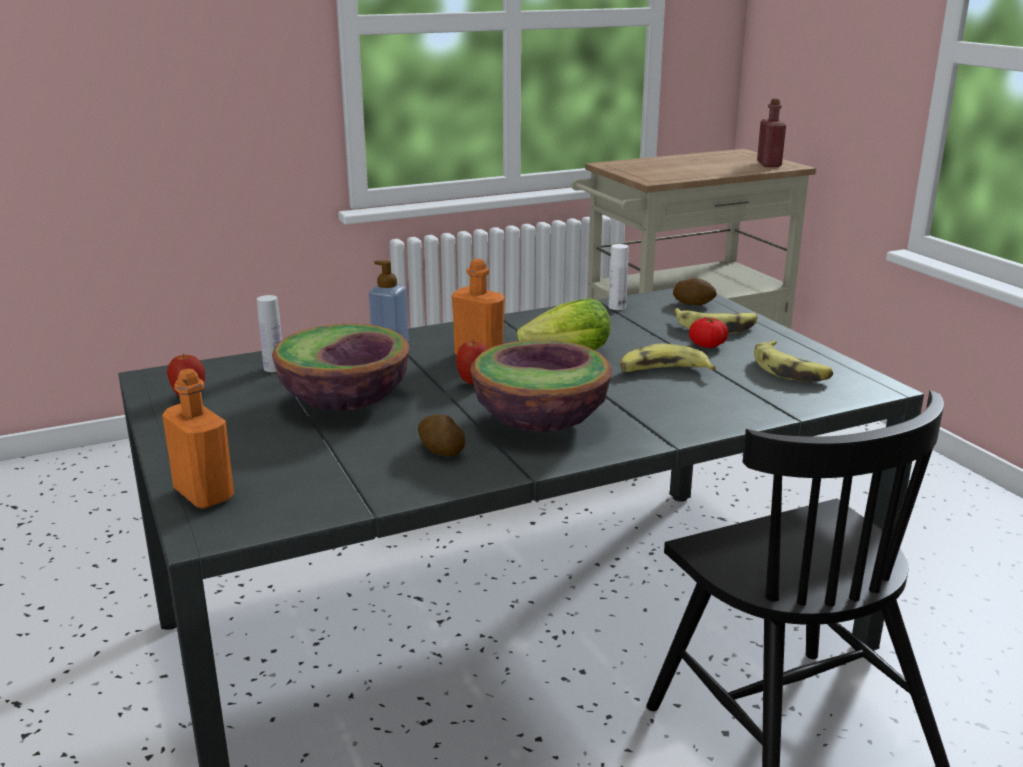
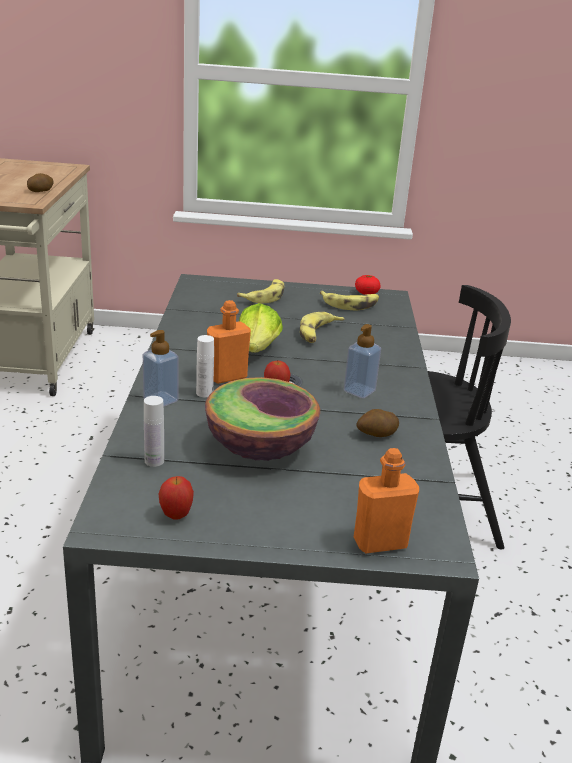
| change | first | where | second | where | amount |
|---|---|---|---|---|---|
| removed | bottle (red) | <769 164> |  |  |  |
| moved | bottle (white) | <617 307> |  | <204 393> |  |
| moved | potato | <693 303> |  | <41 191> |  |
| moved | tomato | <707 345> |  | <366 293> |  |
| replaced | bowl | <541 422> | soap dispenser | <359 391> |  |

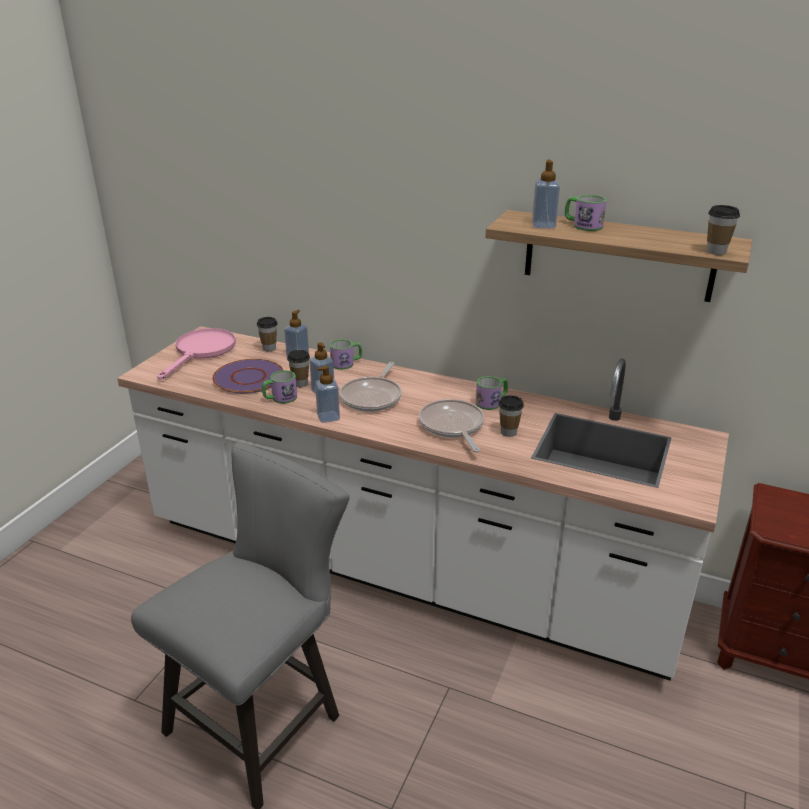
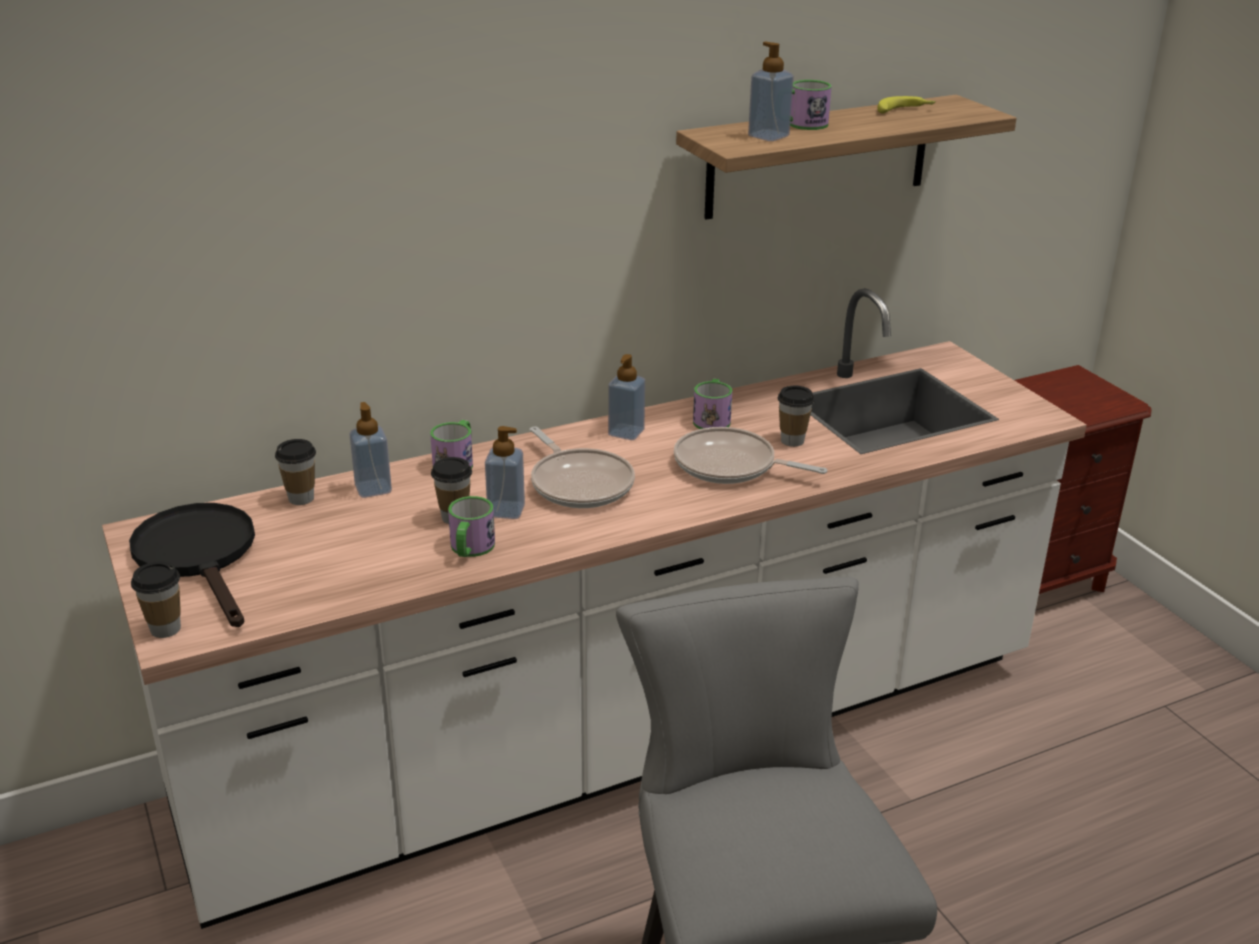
| change | first | where | second | where | amount |
|---|---|---|---|---|---|
| removed | plate (purple) | <249 377> |  |  |  |
| added |  |  | banana | <905 111> |  |
| moved | soap dispenser | <328 417> |  | <626 432> |  |
| moved | cup | <716 251> |  | <165 629> |  |
| recoloured | frying pan (pink) | <201 351> | frying pan (black) | <200 557> |  |

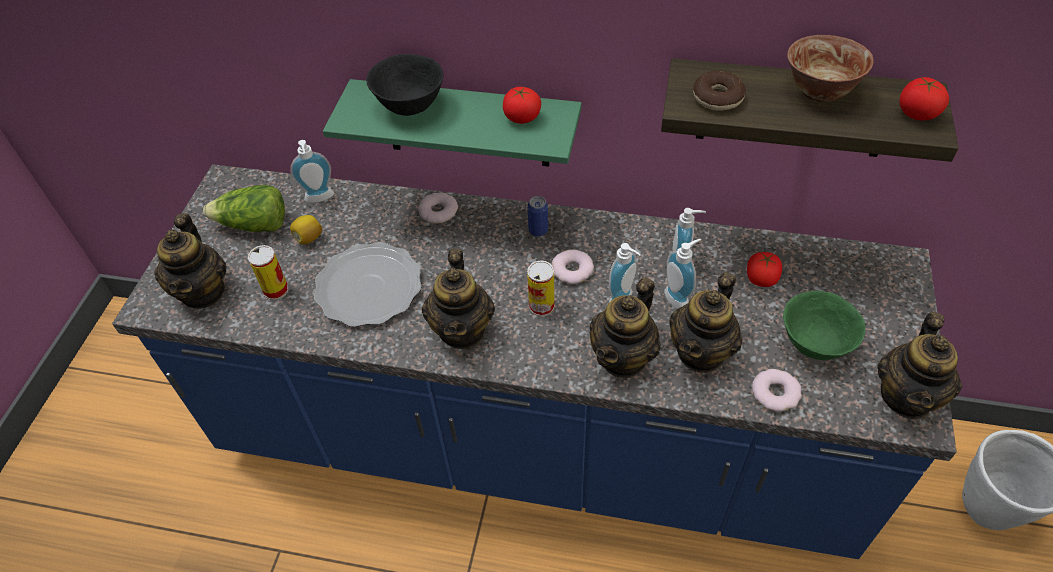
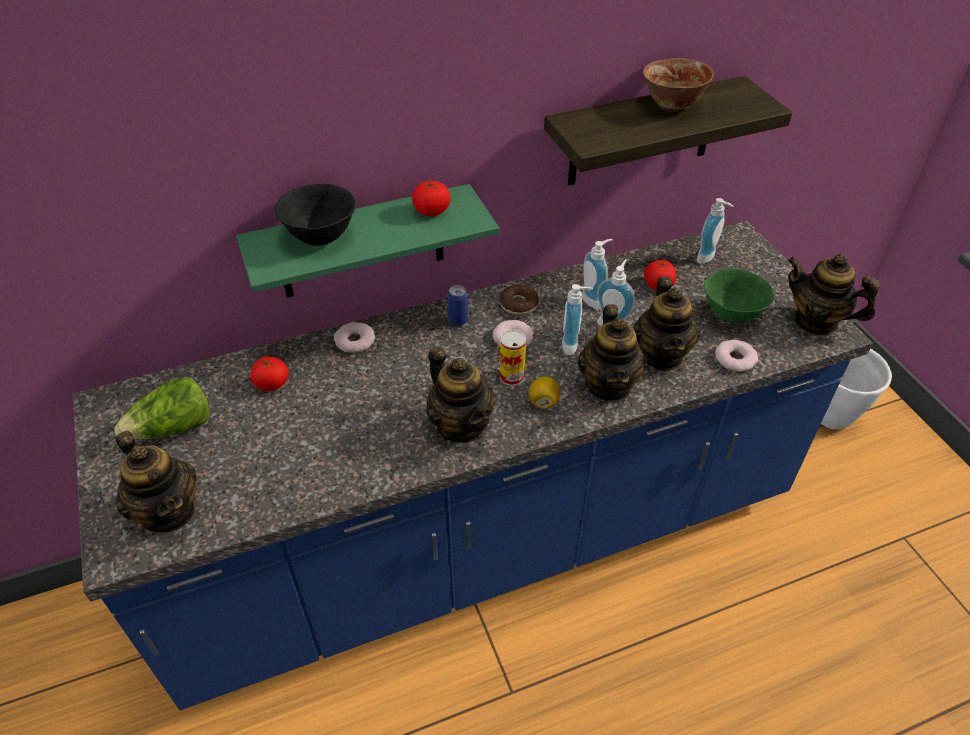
| change | first | where | second | where | amount |
|---|---|---|---|---|---|
| removed | can | <276 290> |  |  |  |
| removed | plate | <370 287> |  |  |  |
| moved | soap dispenser | <320 199> |  | <708 258> |  |
| moved | lemon | <309 238> |  | <543 402> |  |
| moved | donut | <717 98> |  | <519 305> |  |
| moved | tomato | <917 114> |  | <272 384> |  |
| turned | teapot | <907 396> |  | <816 321> | 135 degrees clockwise |

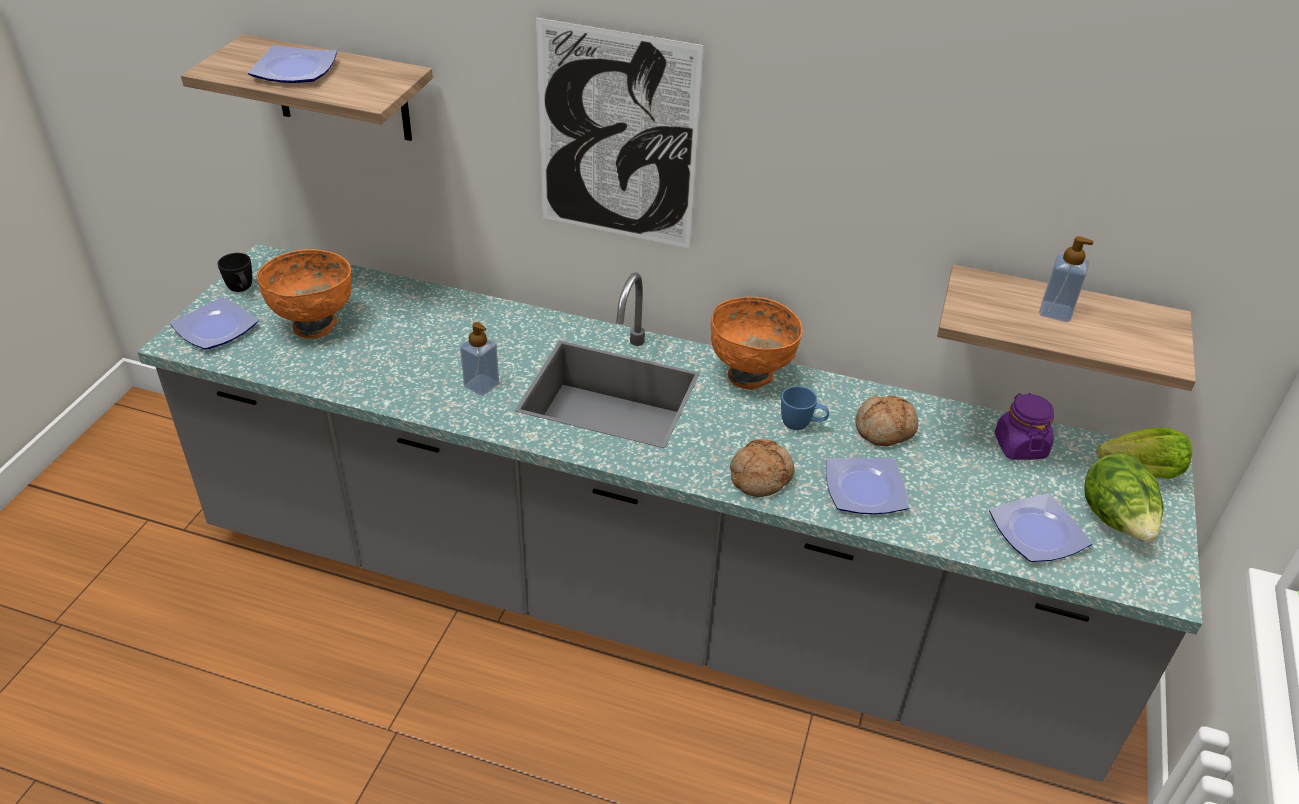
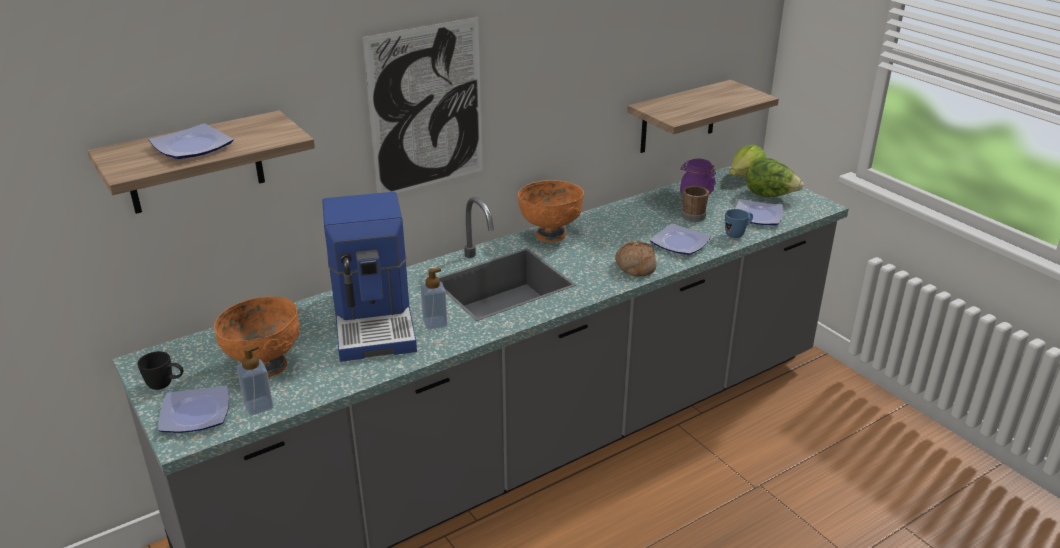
| change | first | where | second | where | amount |
|---|---|---|---|---|---|
| removed | bread | <885 430> |  |  |  |
| added |  |  | coffee machine | <375 319> |  |
| added |  |  | mug (brown) | <695 215> |  |
| moved | mug (blue) | <801 425> |  | <737 234> |  |
| moved | soap dispenser | <1055 312> |  | <258 406> |  |

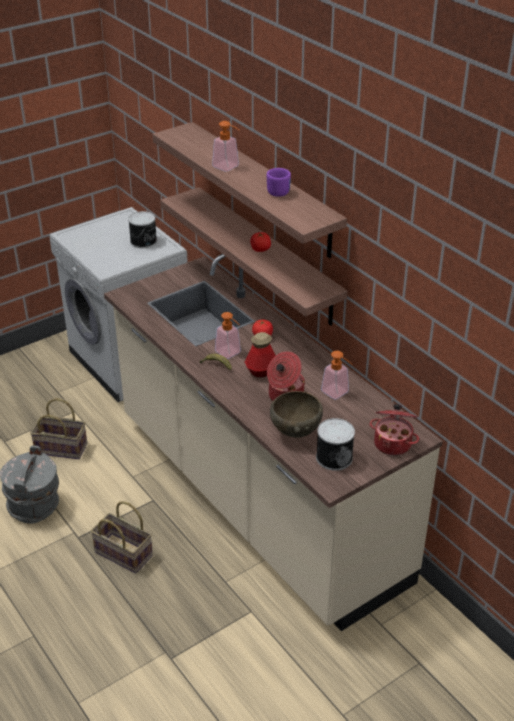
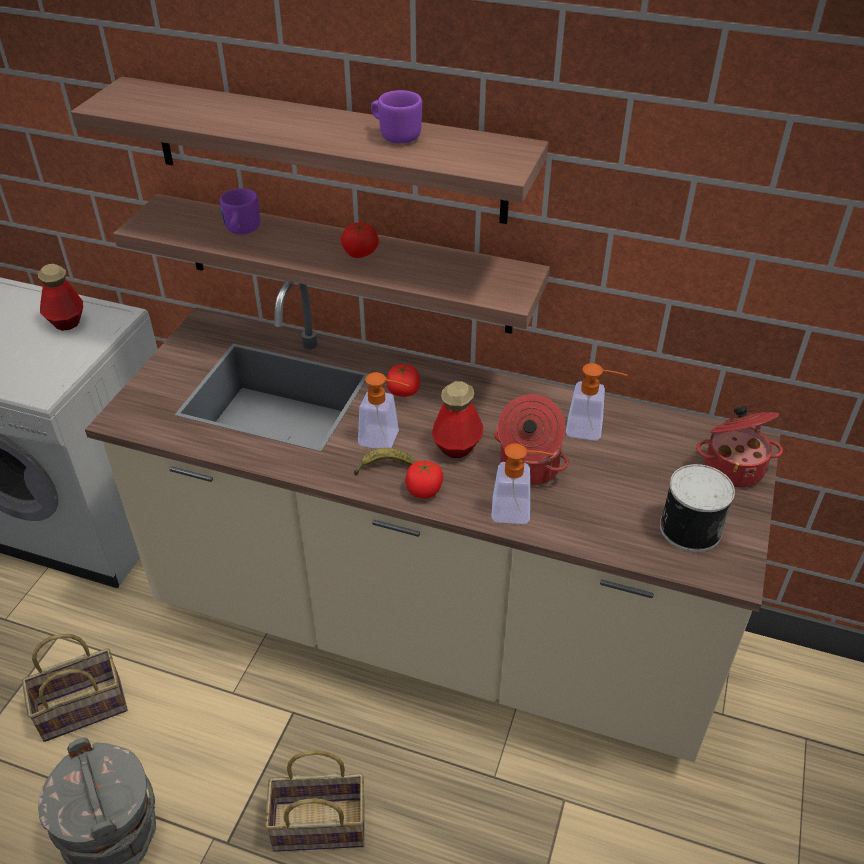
| change | first | where | second | where | amount |
|---|---|---|---|---|---|
| removed | bowl (brown) | <295 432> |  |  |  |
| added |  |  | mug (purple) | <241 231> |  |
| added |  |  | tomato | <424 490> |  |
| moved | soap dispenser | <229 168> |  | <519 511> |  |
| replaced | can | <144 241> | bottle | <66 322> |  |

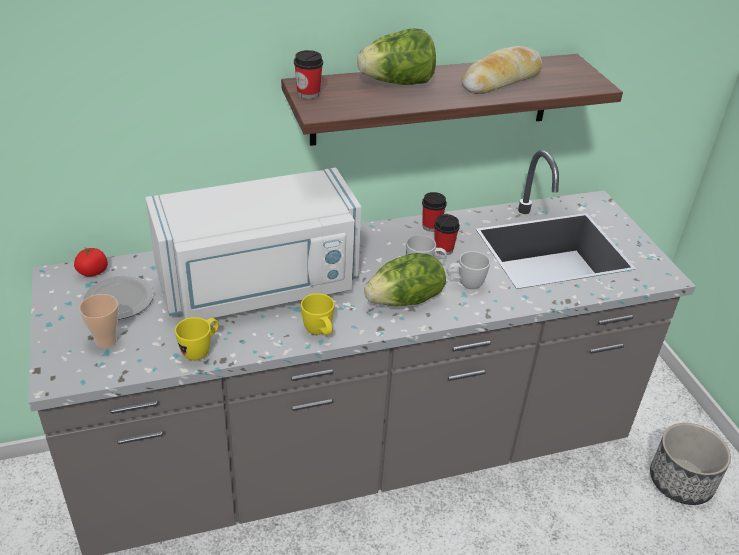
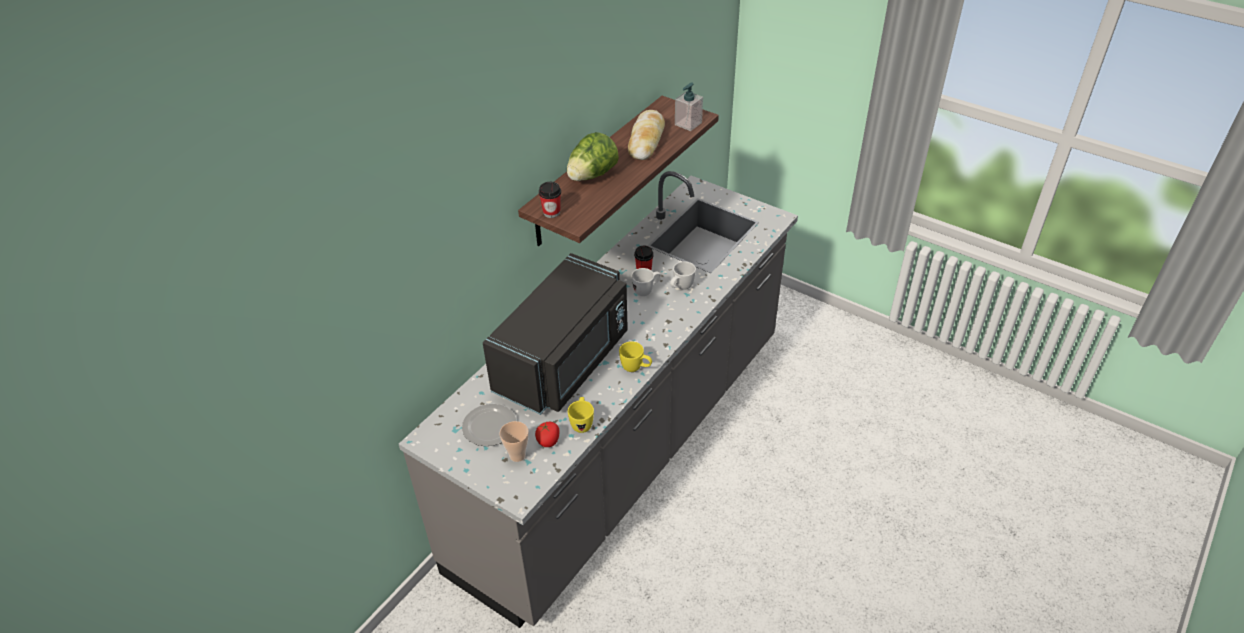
| change | first | where | second | where | amount |
|---|---|---|---|---|---|
| removed | lettuce | <406 300> |  |  |  |
| removed | cup | <431 226> |  |  |  |
| removed | planter | <681 481> |  |  |  |
| added |  |  | soap dispenser | <688 124> |  |
| moved | tomato | <93 272> |  | <548 441> |  |
| recoloured | microwave (white) | <260 286> | microwave (black) | <565 362> |  |

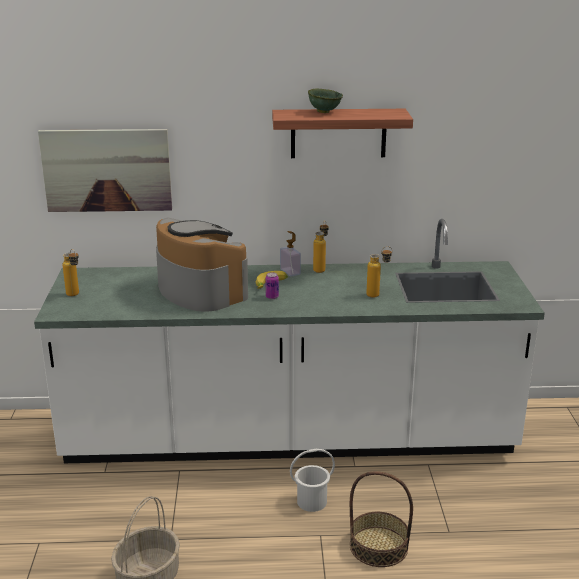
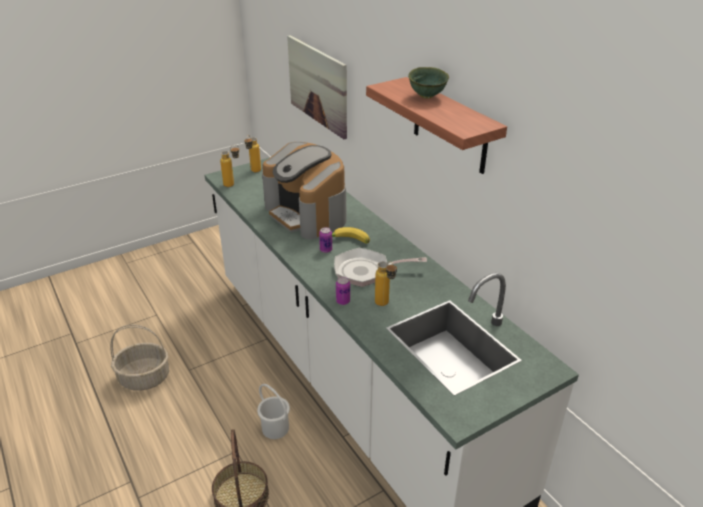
| change | first | where | second | where | amount |
|---|---|---|---|---|---|
| removed | soap dispenser | <290 272> |  |  |  |
| added |  |  | frying pan | <366 271> |  |
| added |  |  | can | <343 301> |  |
| moved | bottle | <321 269> |  | <233 184> |  |
| turned | coffee machine | <200 290> |  | <307 214> | 120 degrees clockwise |

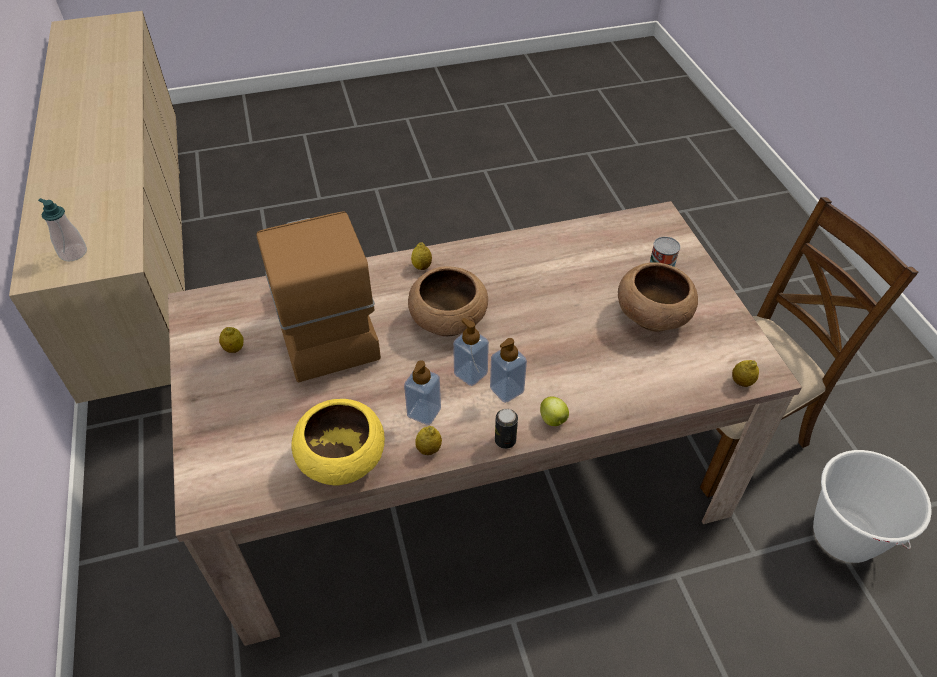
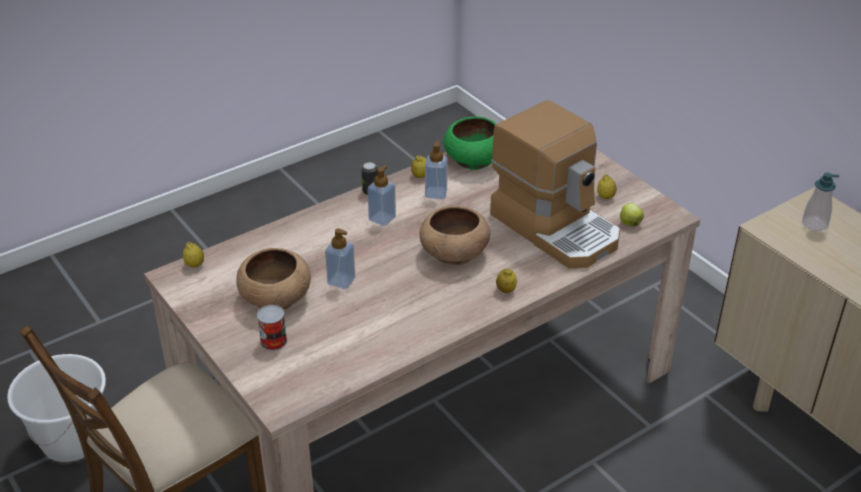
| change | first | where | second | where | amount |
|---|---|---|---|---|---|
| moved | soap dispenser | <470 373> |  | <341 281> |  |
| moved | apple | <553 420> |  | <629 223> |  |
| recoloured | bowl (yellow) | <343 458> | bowl (green) | <473 160> |  |

